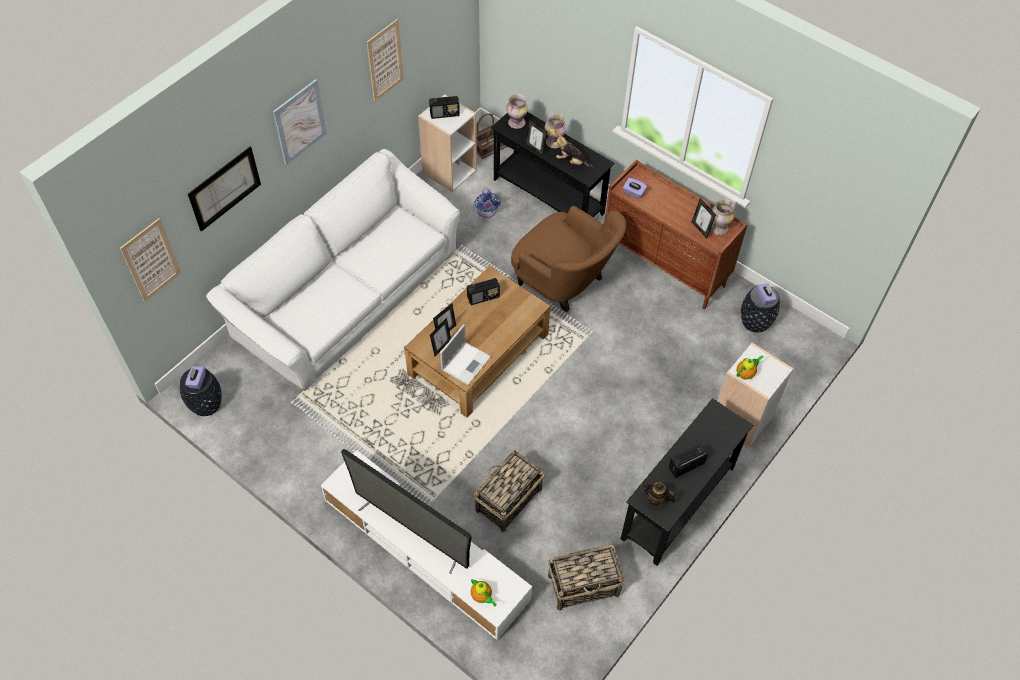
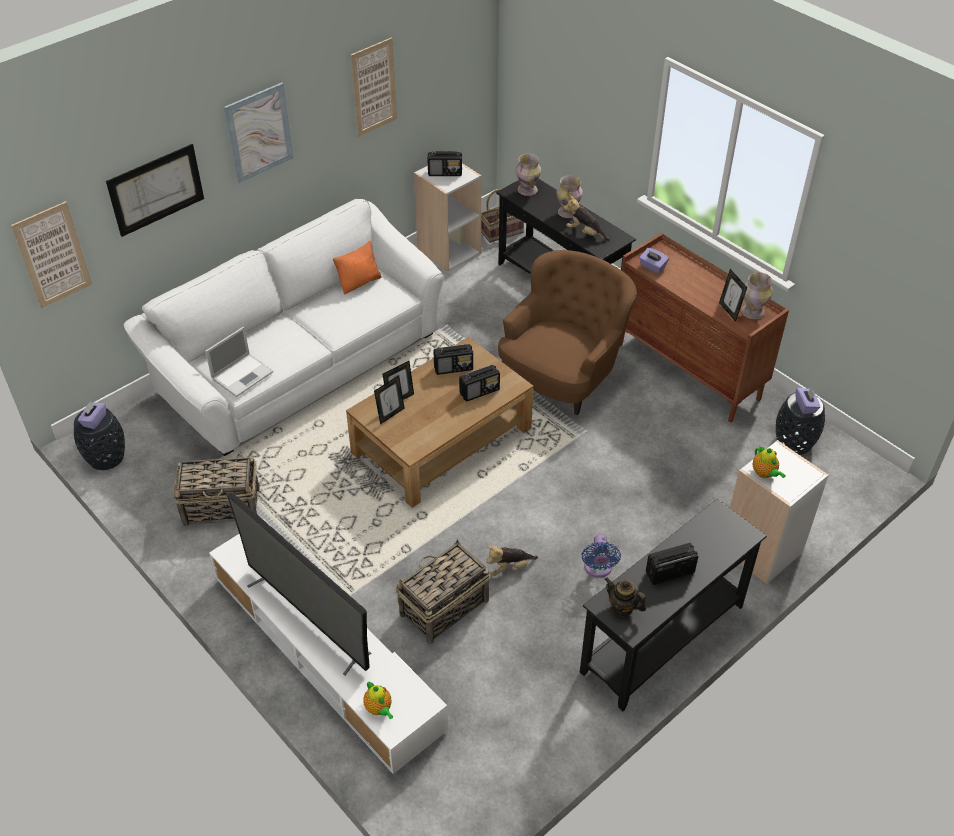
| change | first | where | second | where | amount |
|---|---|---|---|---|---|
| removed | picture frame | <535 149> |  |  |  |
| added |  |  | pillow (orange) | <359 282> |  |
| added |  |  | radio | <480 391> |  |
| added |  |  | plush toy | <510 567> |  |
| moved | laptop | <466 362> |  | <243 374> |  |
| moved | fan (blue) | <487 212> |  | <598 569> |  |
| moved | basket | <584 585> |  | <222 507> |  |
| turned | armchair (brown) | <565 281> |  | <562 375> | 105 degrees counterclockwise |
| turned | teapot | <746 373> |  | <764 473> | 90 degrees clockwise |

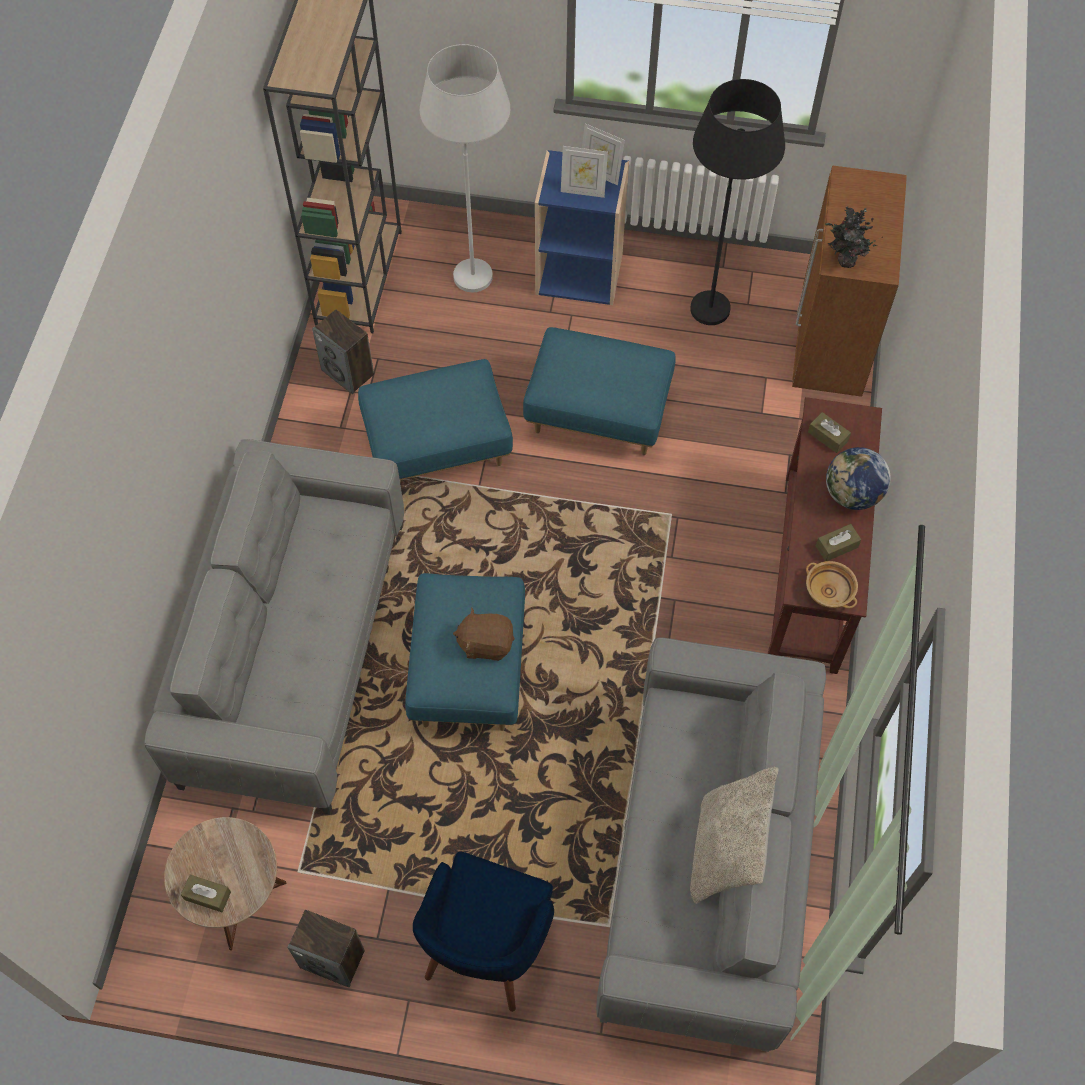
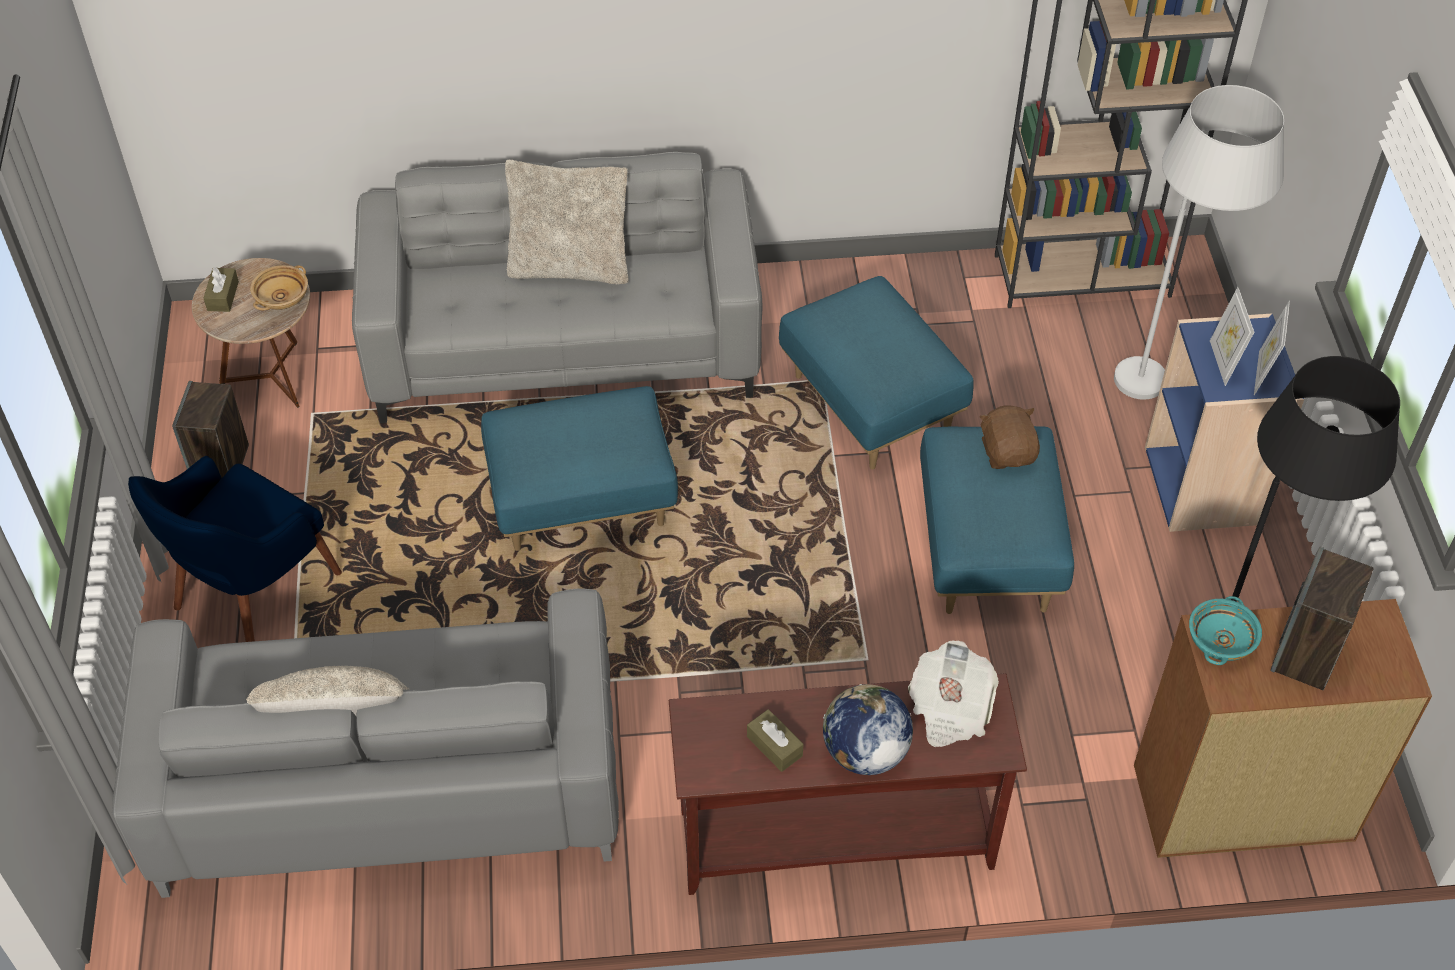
| change | first | where | second | where | amount |
|---|---|---|---|---|---|
| added |  |  | pillow (beige) | <570 263> |  |
| moved | speaker | <348 372> |  | <1307 654> |  |
| moved | plush toy (brown) | <486 643> |  | <1008 452> |  |
| moved | bowl (beige) | <829 591> |  | <282 298> |  |
| replaced | tissue box (brown) | <828 436> | newspaper | <949 709> |  |
| replaced | potted plant | <845 261> | bowl (turquoise) | <1220 640> |  |
| turned | armchair (blue) | <487 946> |  | <254 594> | 60 degrees counterclockwise |

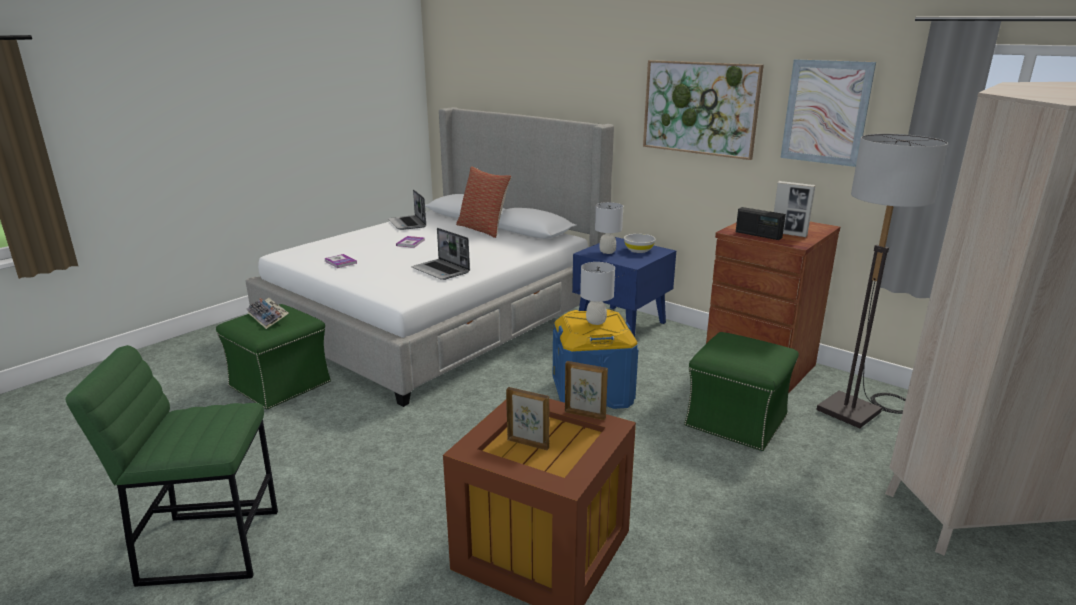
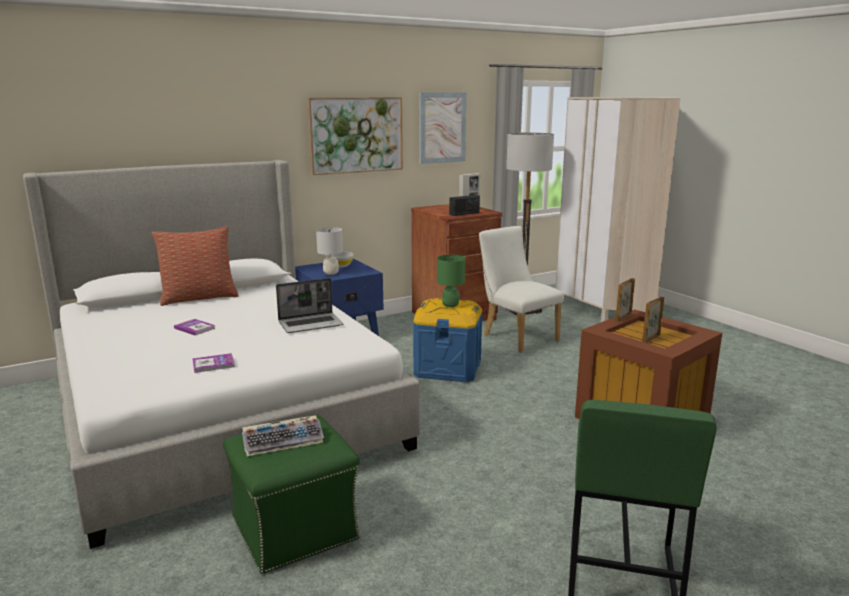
| change | first | where | second | where | amount |
|---|---|---|---|---|---|
| removed | laptop | <408 224> |  |  |  |
| replaced | ottoman (green) | <737 421> | chair (white) | <516 336> |  |
| recoloured | table lamp (grey) | <596 323> | table lamp (green) | <451 305> |  |

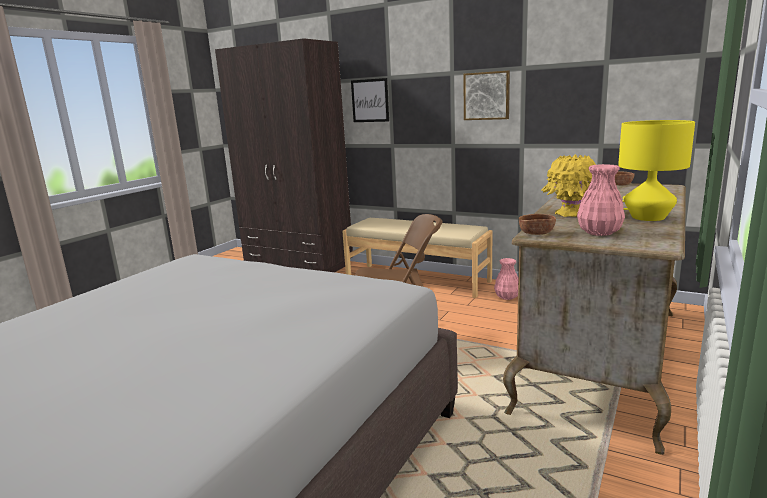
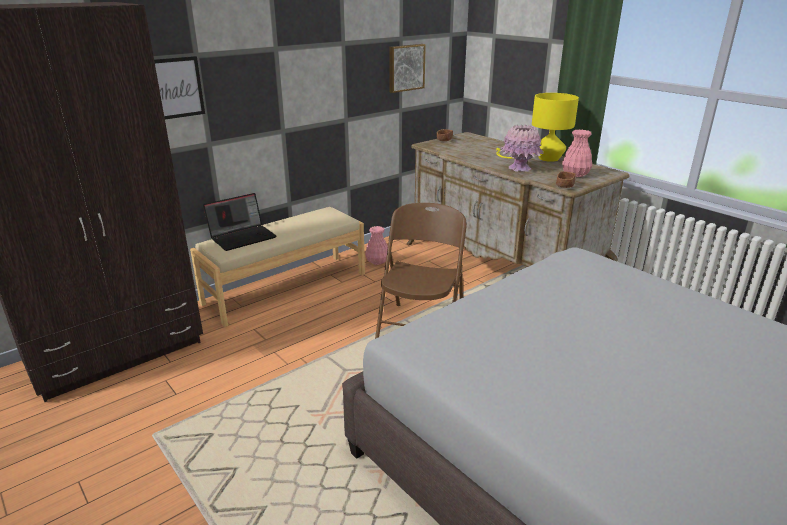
| change | first | where | second | where | amount |
|---|---|---|---|---|---|
| added |  |  | laptop | <243 237> |  |
| moved | picture | <487 96> |  | <405 67> |  |
| recoloured | vase (yellow) | <570 213> | vase (pink) | <519 168> |  |

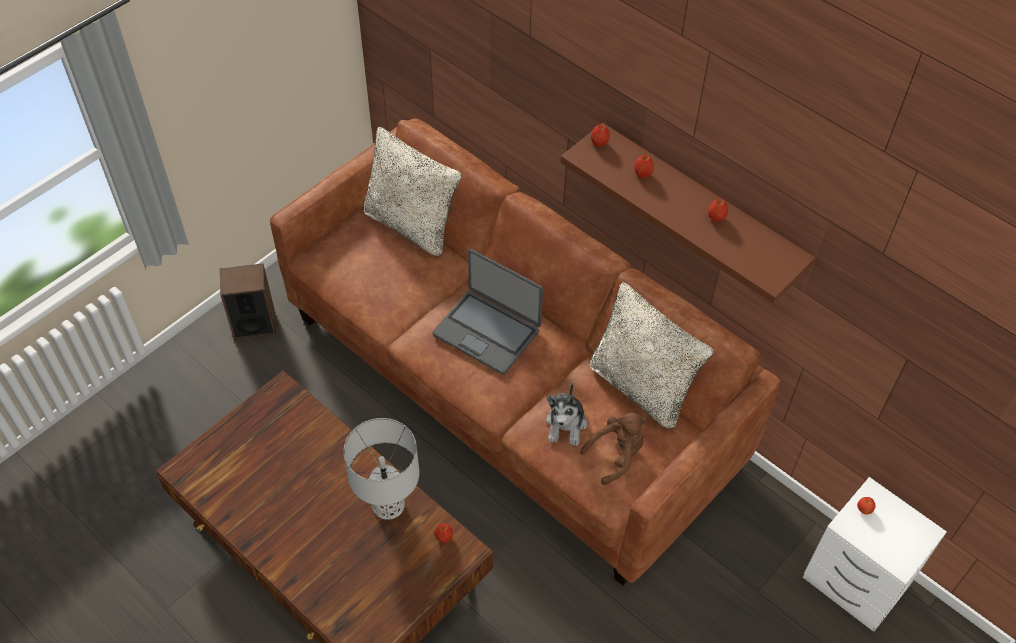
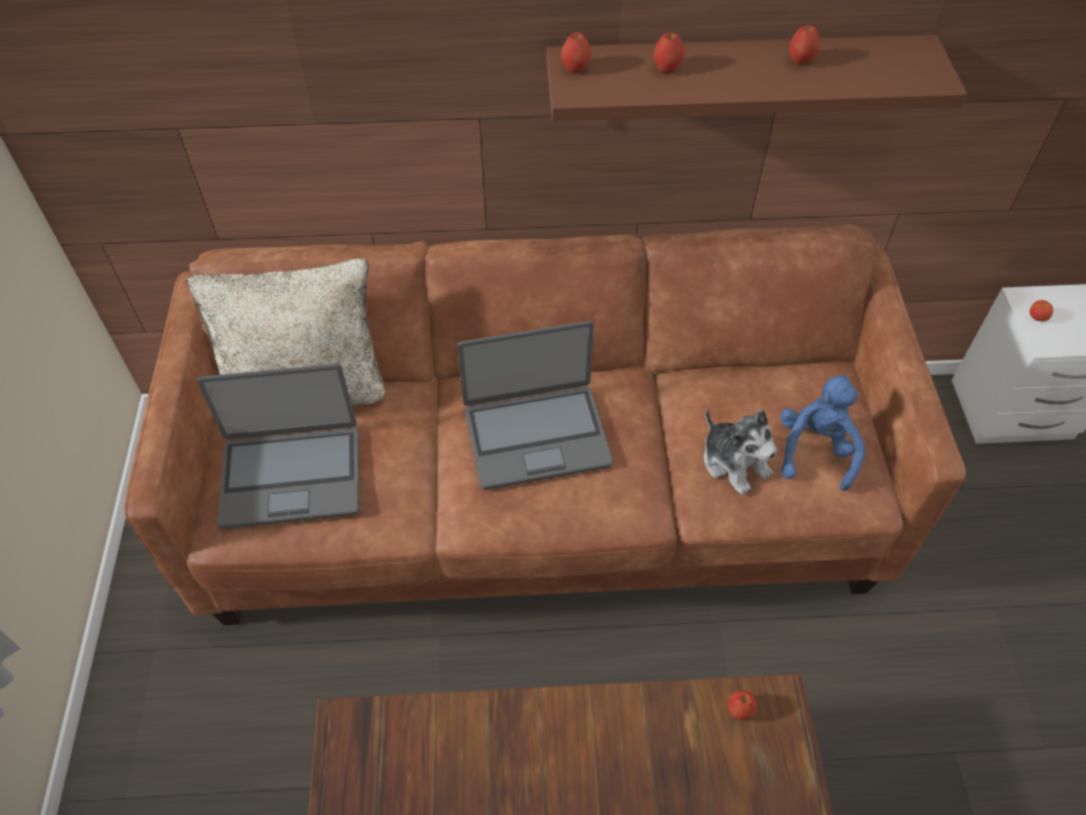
| change | first | where | second | where | amount |
|---|---|---|---|---|---|
| removed | speaker | <254 323> |  |  |  |
| removed | table lamp (white) | <388 505> |  |  |  |
| removed | pillow (beige) | <640 389> |  |  |  |
| added |  |  | laptop | <291 476> |  |
| recoloured | plush toy (brown) | <616 455> | plush toy (blue) | <815 450> |  |

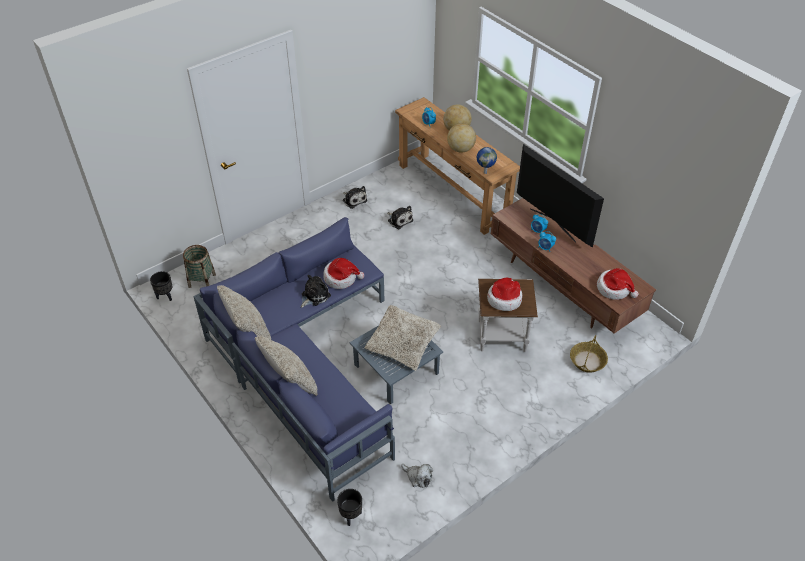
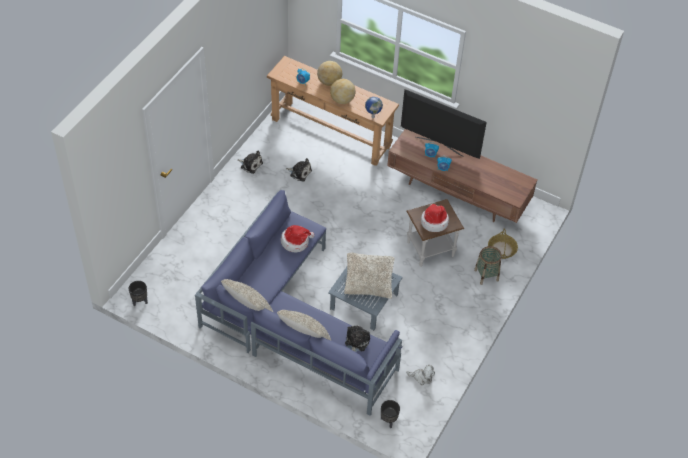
| change | first | where | second | where | amount |
|---|---|---|---|---|---|
| removed | hat | <614 289> |  |  |  |
| moved | basket | <202 280> |  | <486 275> |  |
| moved | plush toy | <314 296> |  | <356 342> |  |

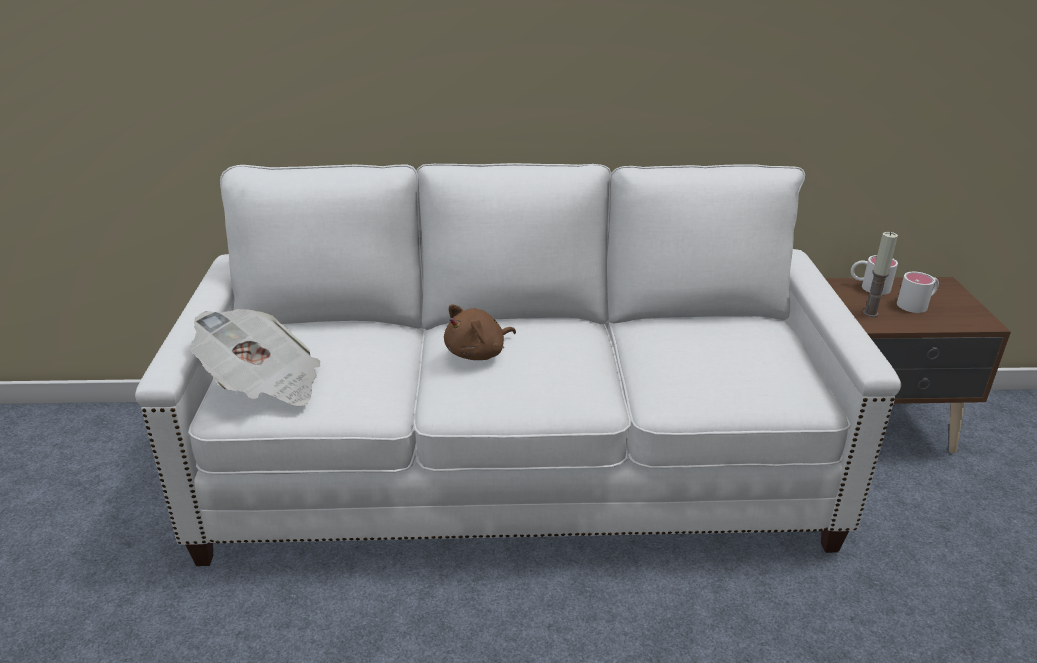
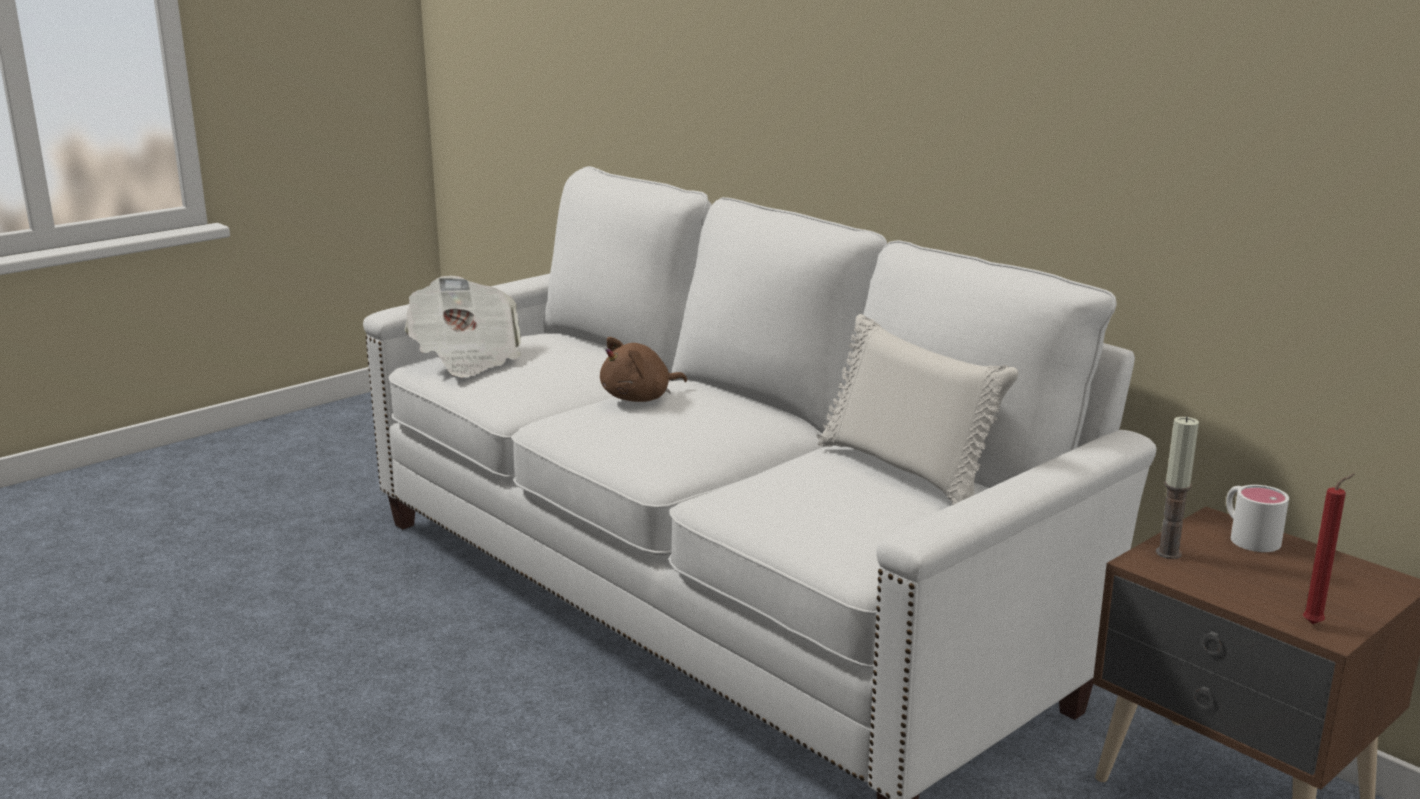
| change | first | where | second | where | amount |
|---|---|---|---|---|---|
| removed | mug (white) | <917 304> |  |  |  |
| added |  |  | pillow (white) | <907 472> |  |
| added |  |  | candle (red) | <1315 624> |  |
| turned | plush toy (brown) | <478 353> |  | <640 398> | 45 degrees counterclockwise |

